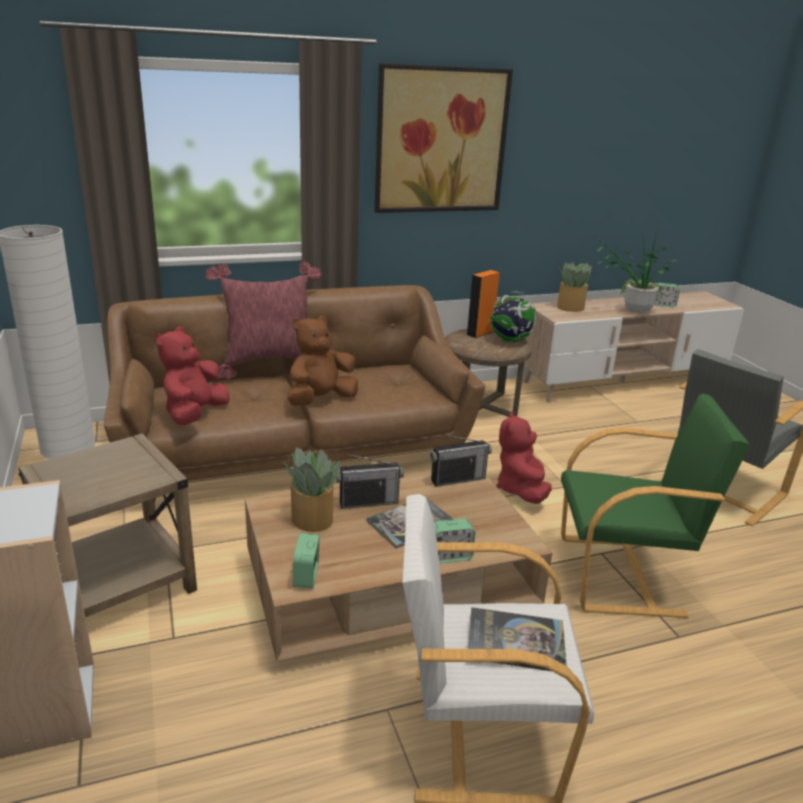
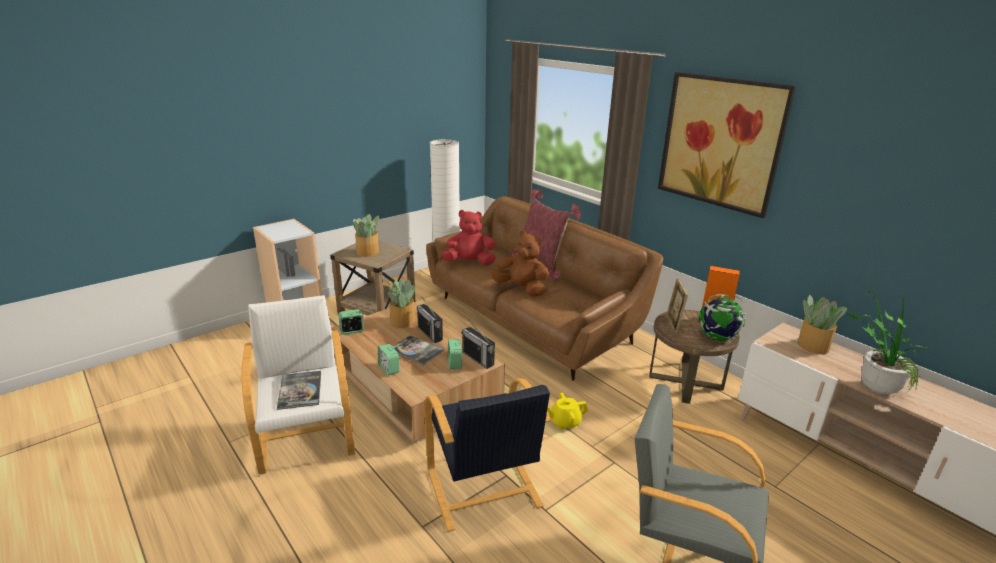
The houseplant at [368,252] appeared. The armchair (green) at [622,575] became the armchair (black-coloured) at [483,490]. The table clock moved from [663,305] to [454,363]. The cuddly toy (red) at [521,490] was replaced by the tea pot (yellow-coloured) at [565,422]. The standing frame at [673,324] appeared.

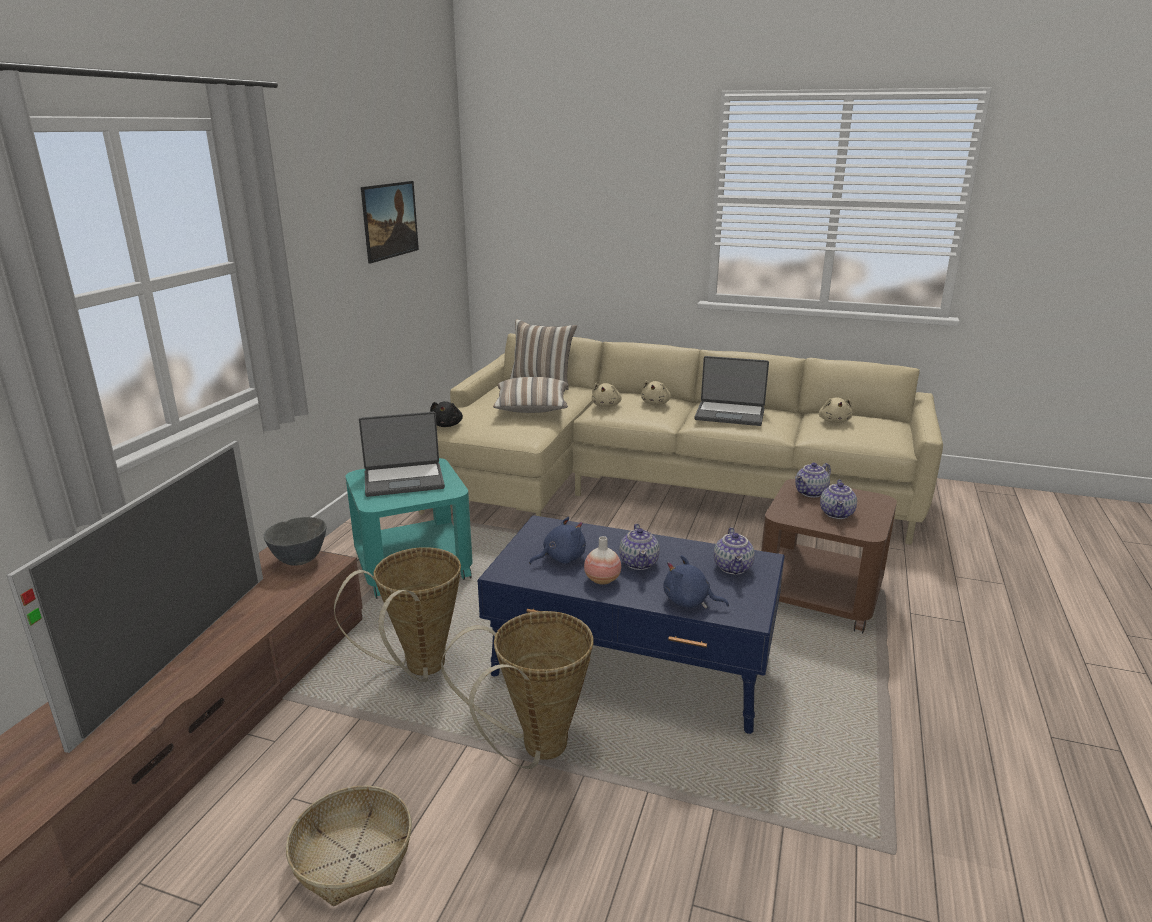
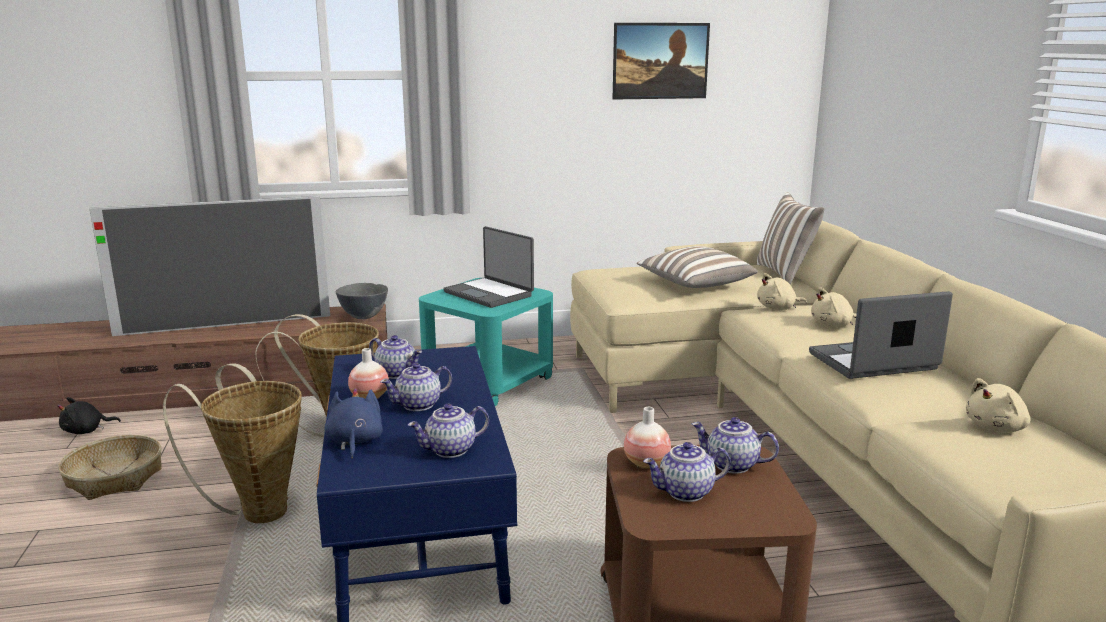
The cuddly toy (black-coloured) moved from [447,425] to [86,431]. The cuddly toy (bluish) at [561,558] was replaced by the tea pot at [397,373]. The decorative vase at [646,463] appeared. The notebook computer at [730,414] turned 90 degrees clockwise.

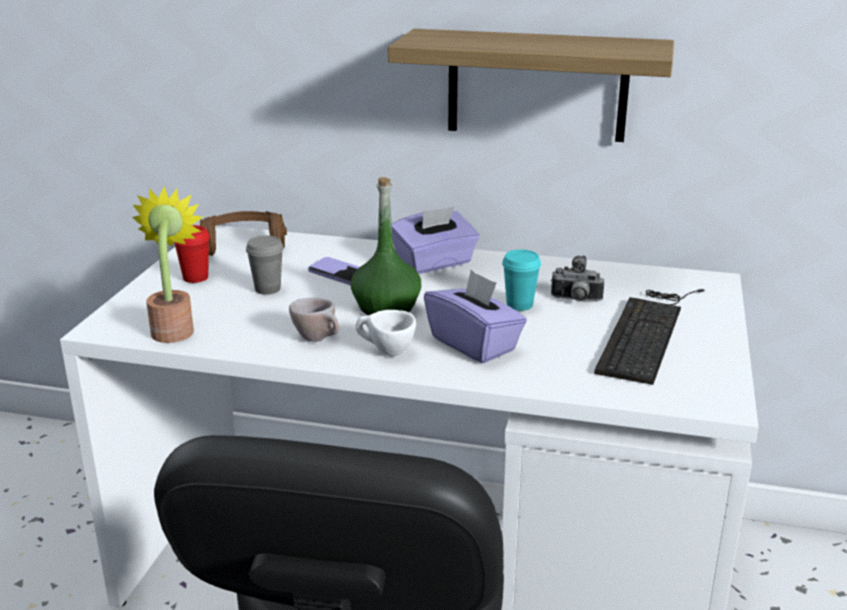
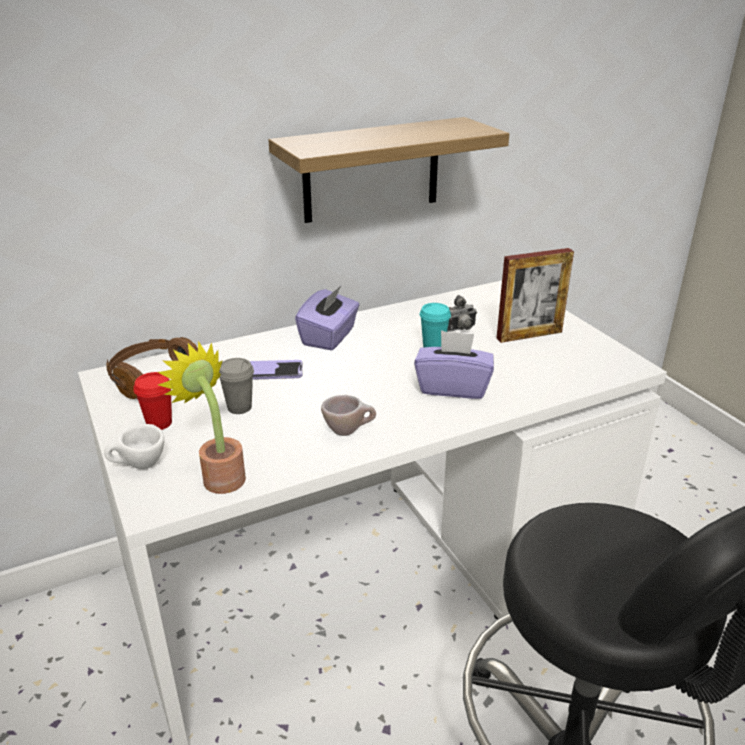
The cup (white) moved from [385,352] to [139,466]. The computer keyboard at [647,331] was replaced by the standing frame at [529,335]. The beverage bottle (green) at [386,307] disappeared.

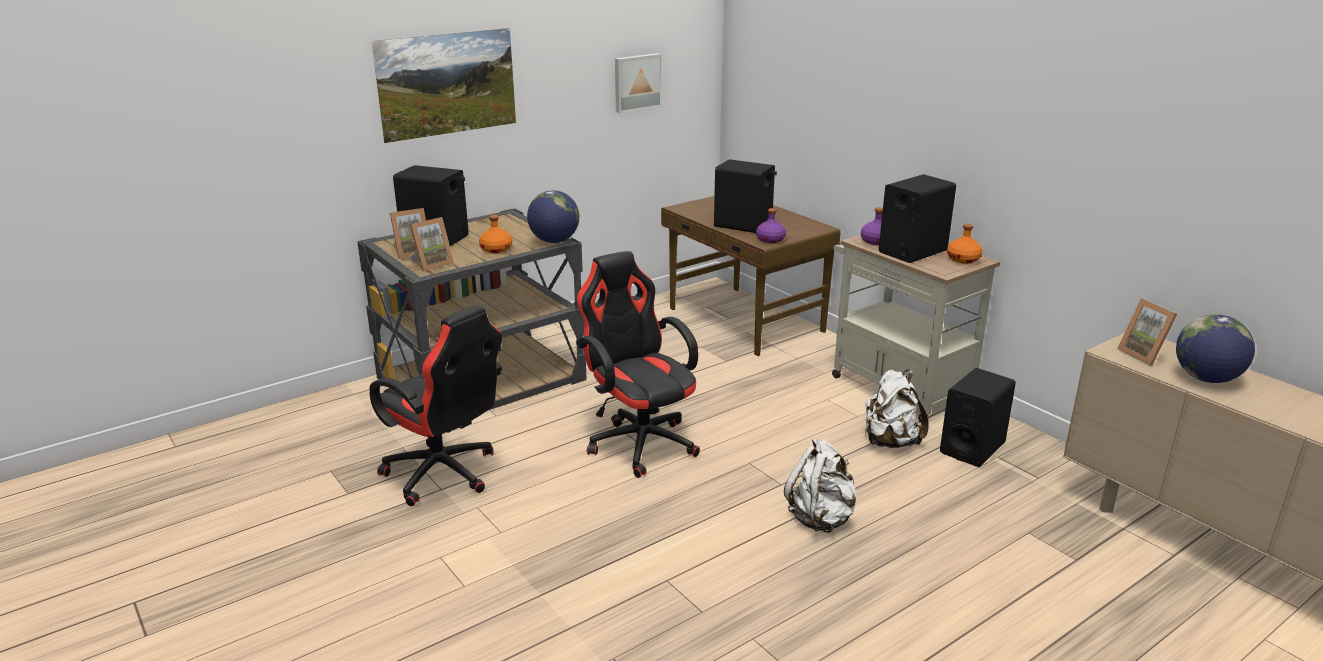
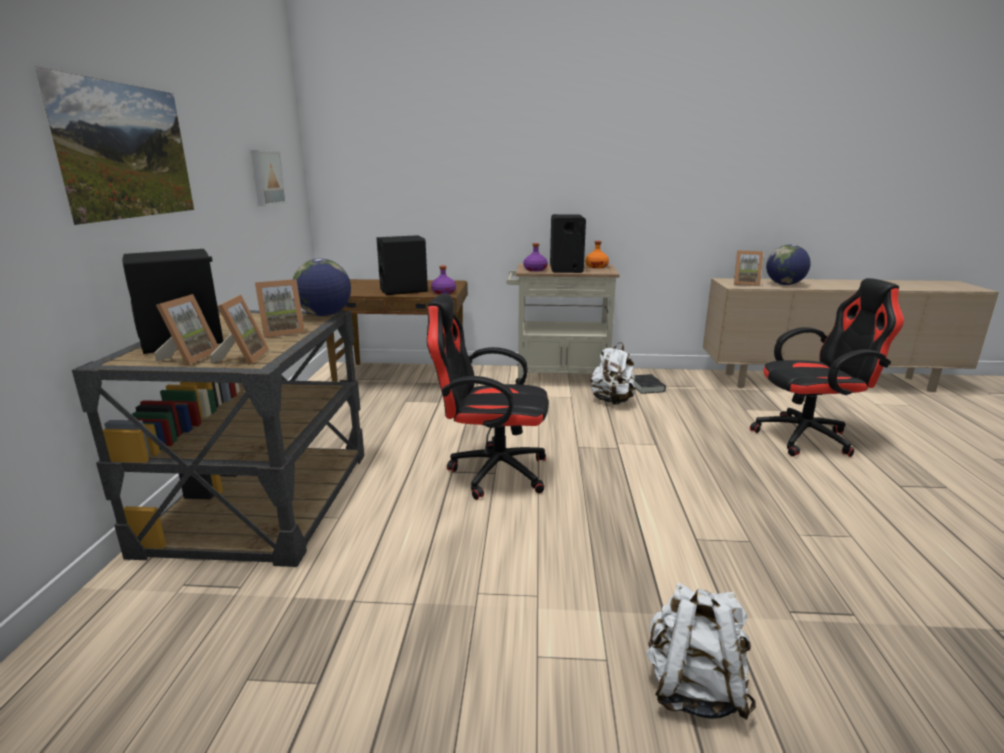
The beverage bottle (orange-coloured) at [496,249] was replaced by the standing frame at [282,332]. The speaker (black-coloured) at [972,448] was replaced by the book (black-coloured) at [646,387]. The backpack (white) moved from [821,518] to [693,688]. The desk chair (black-coloured) moved from [445,477] to [810,438].

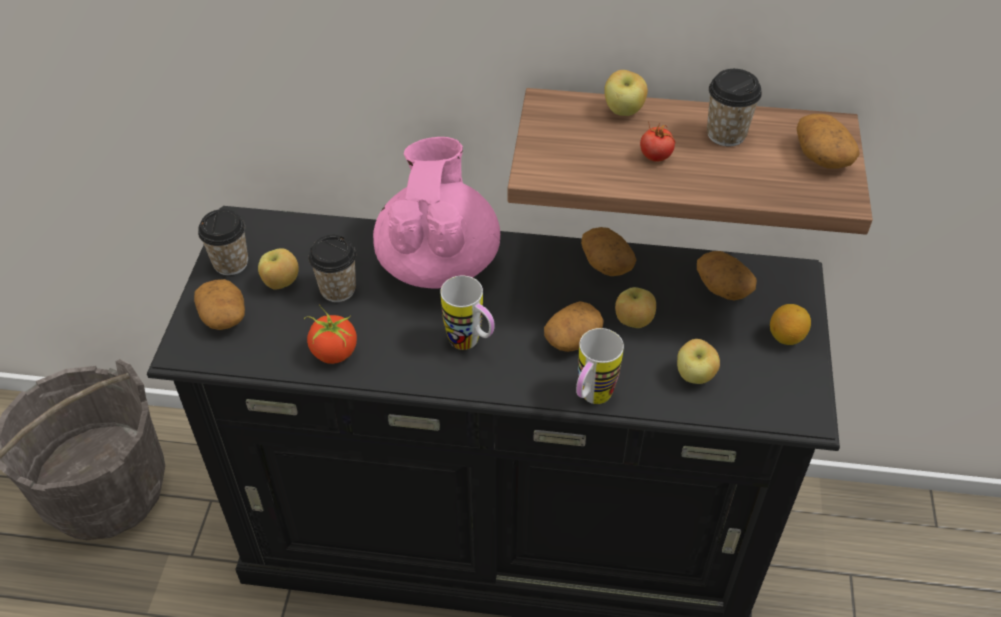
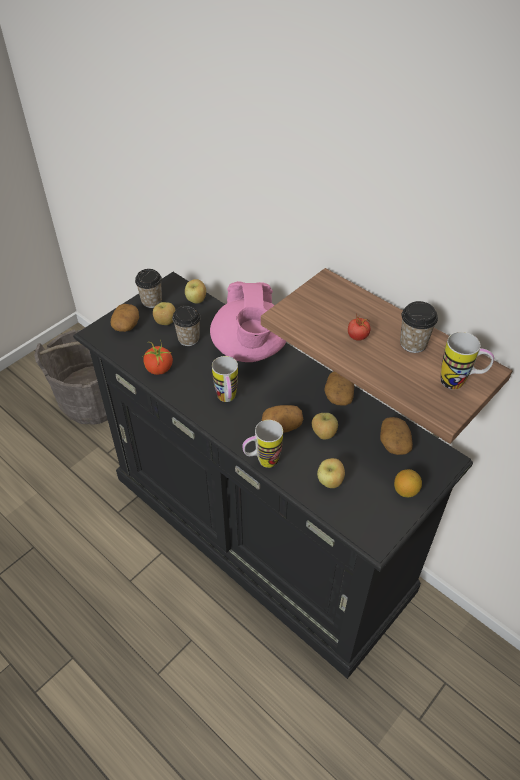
The whole apple moved from [623,111] to [196,300]. The tea pot (pink) at [438,262] turned 135 degrees clockwise. The whole potato at [821,156] was replaced by the tea mug at [459,383].

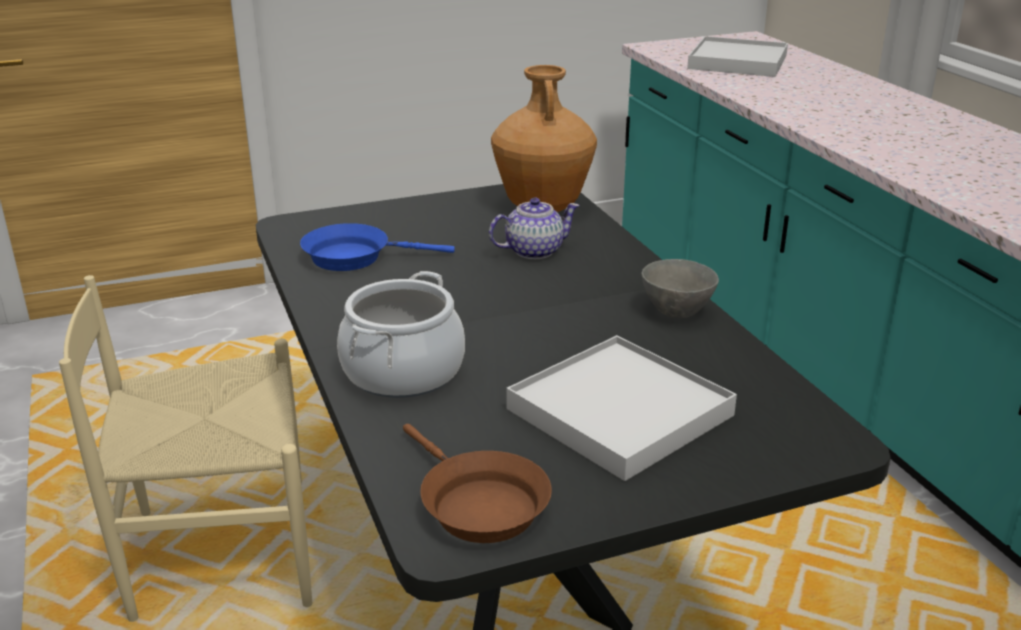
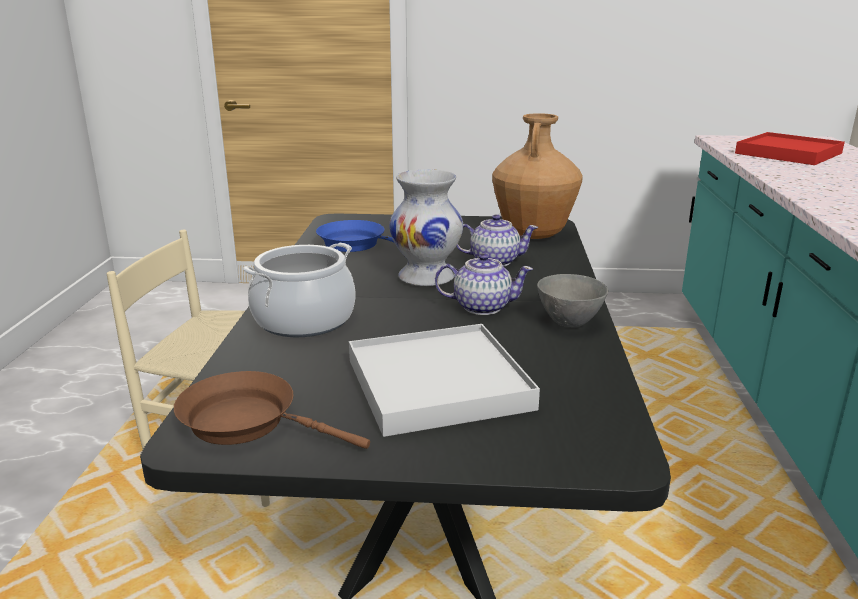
The pan (brown-coloured) at [477,505] turned 120 degrees clockwise. The decorative vase (white) at [425,277] appeared. The tea pot at [481,307] appeared. The tray (white) at [737,62] became the tray (red) at [788,153].

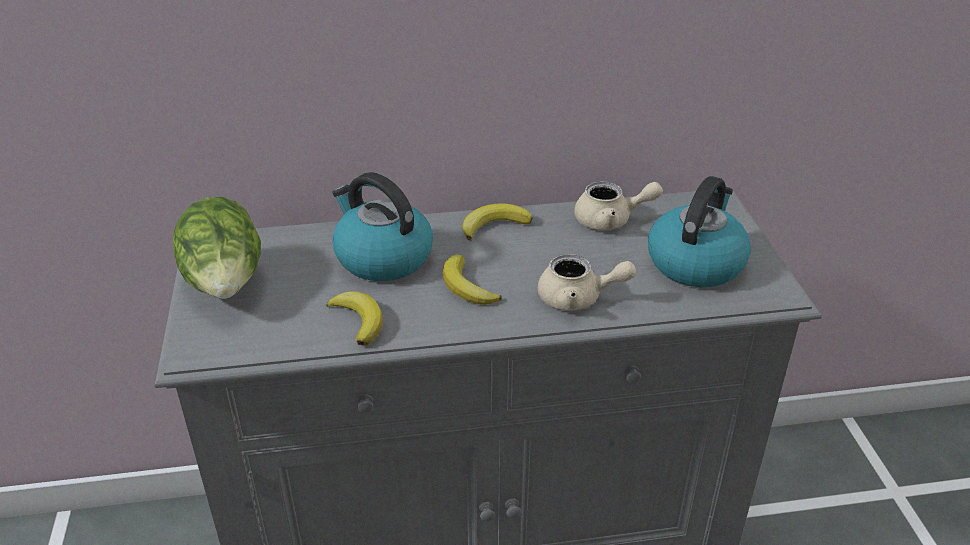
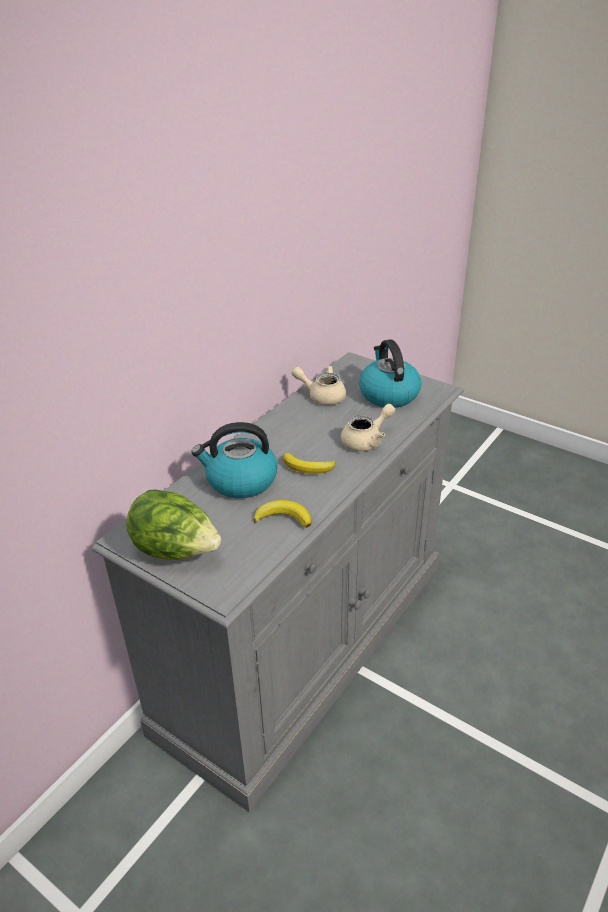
The tea pot (beige) at [611,220] turned 120 degrees counterclockwise. The whole banana at [494,225] disappeared.

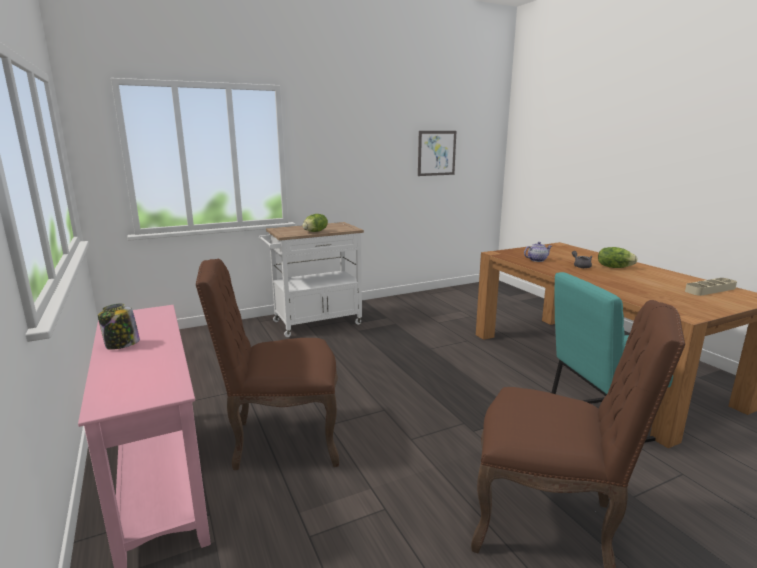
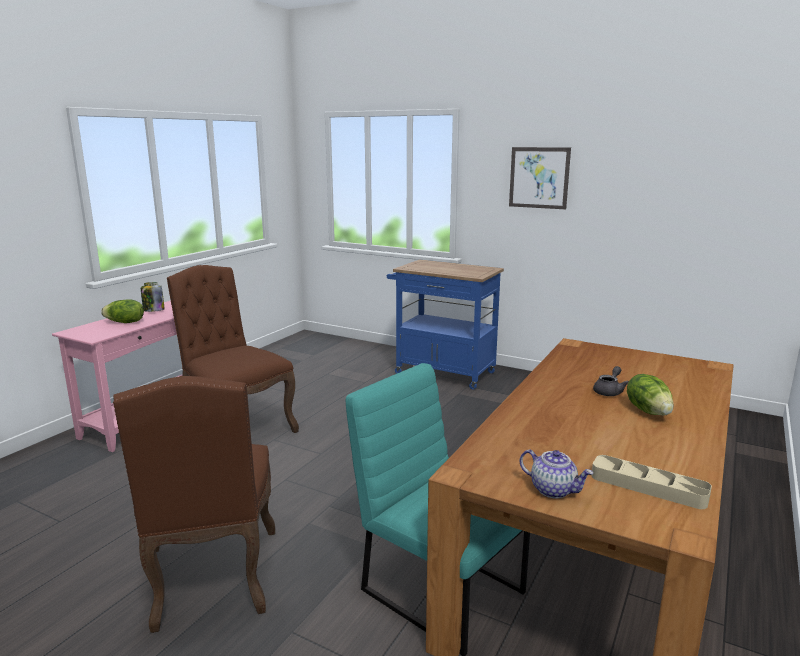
The lettuce head moved from [315,231] to [125,322]. The cart (white) at [314,323] became the cart (bluish) at [442,372]. The wall picture moved from [436,153] to [539,177]. The tea pot moved from [537,260] to [553,490].

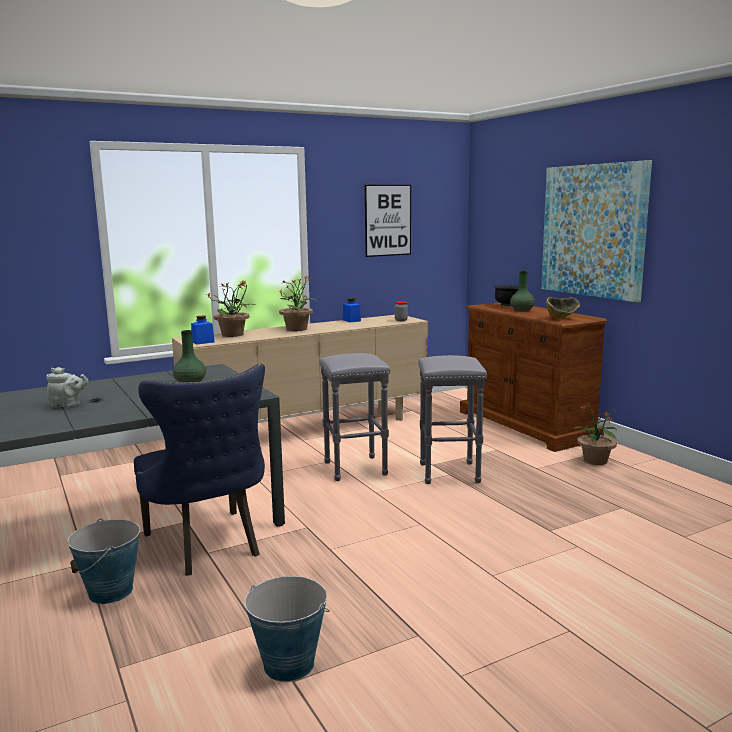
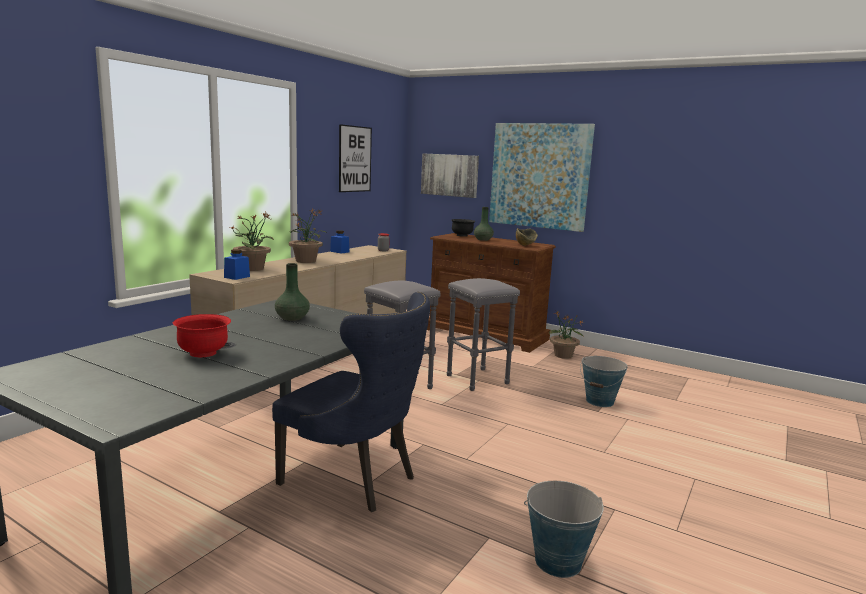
The tea pot (gray) at [68,405] was replaced by the serving bowl (red) at [203,353]. The wall picture at [449,175] appeared. The pail moved from [110,592] to [600,401].

